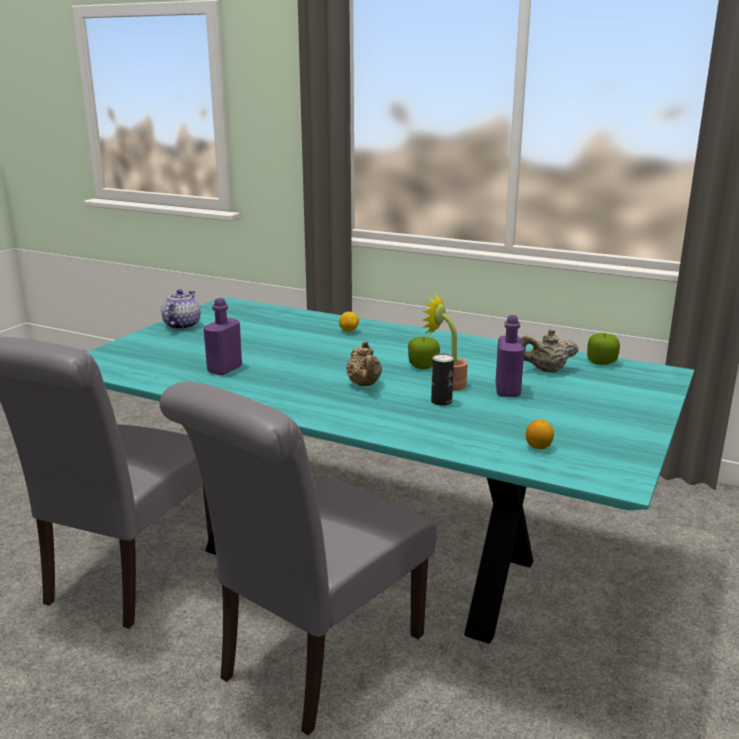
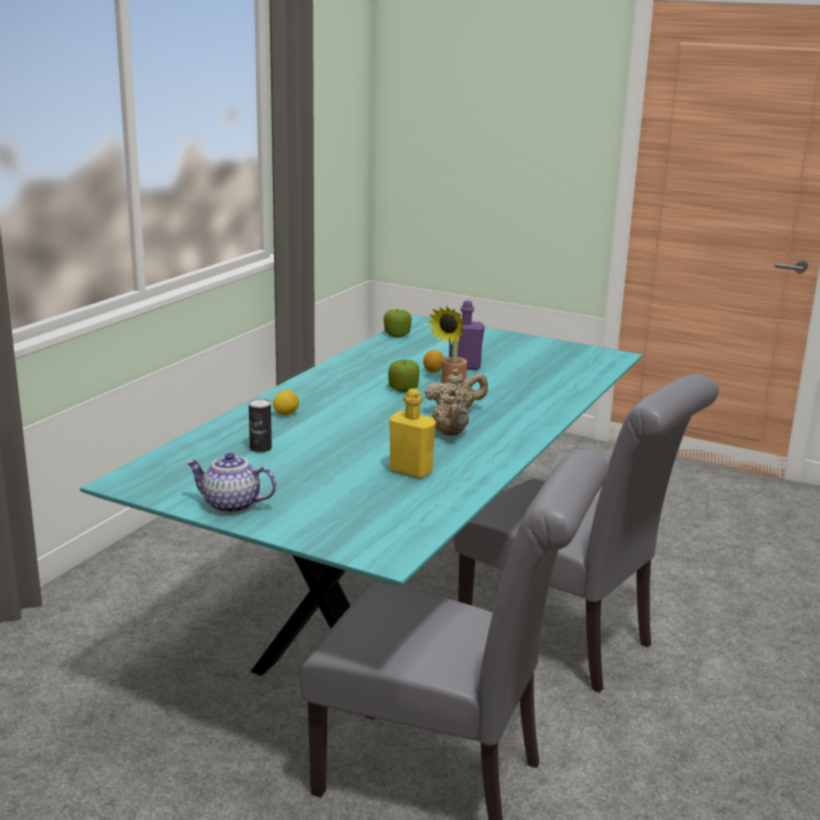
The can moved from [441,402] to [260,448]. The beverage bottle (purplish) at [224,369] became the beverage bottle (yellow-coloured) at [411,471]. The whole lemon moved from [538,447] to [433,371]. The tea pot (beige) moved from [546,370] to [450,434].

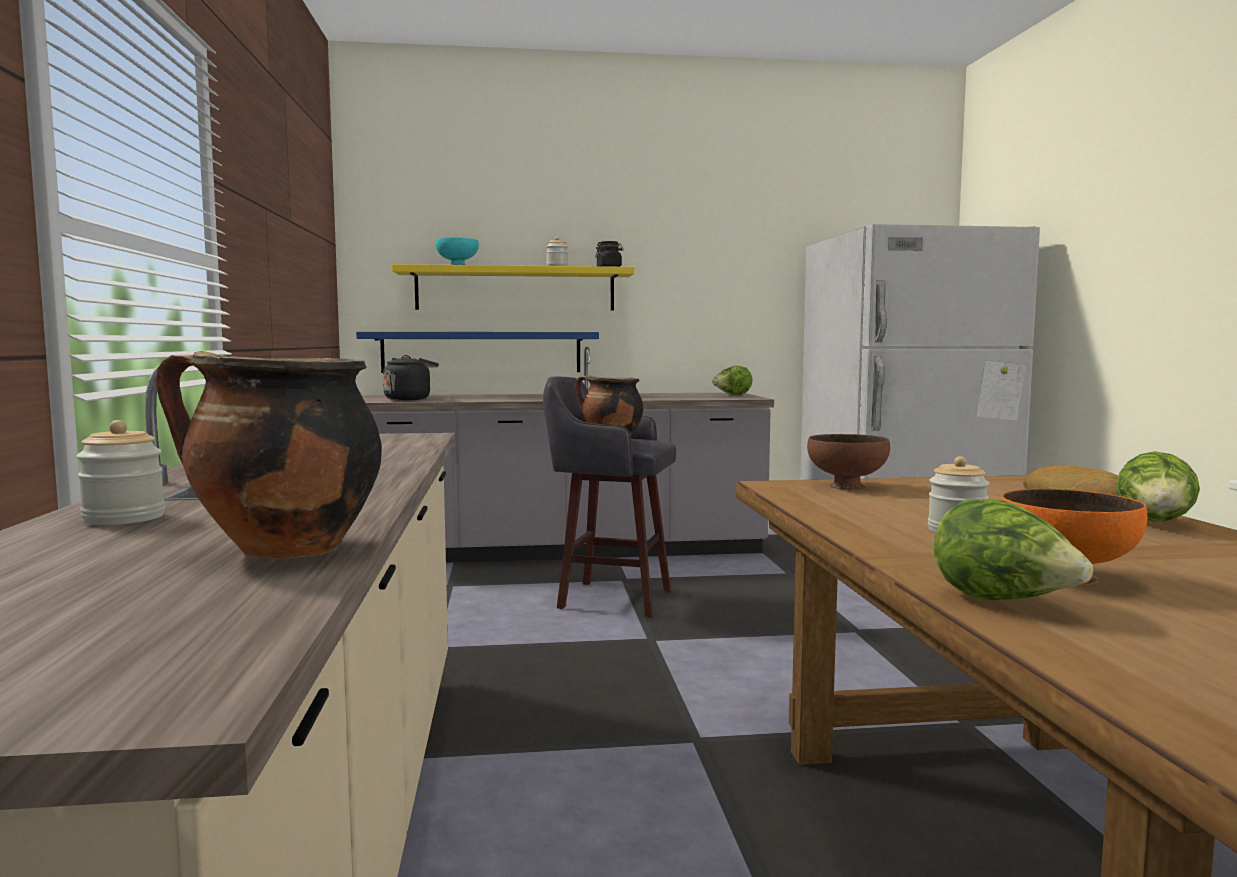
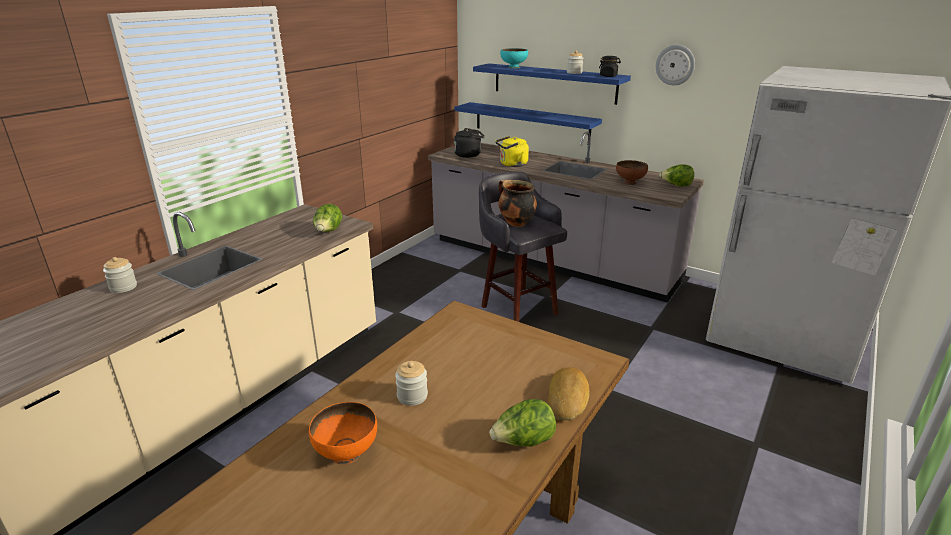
The lettuce head moved from [1003,602] to [328,232]. The wall shelf (yellow-coloured) at [515,289] became the wall shelf (bluish) at [554,83]. The tea kettle (yellow-coloured) at [512,164] appeared. The serving bowl (brown-coloured) moved from [847,486] to [630,182]. The wall clock at [675,65] appeared. The cooking pot at [284,550] disappeared.

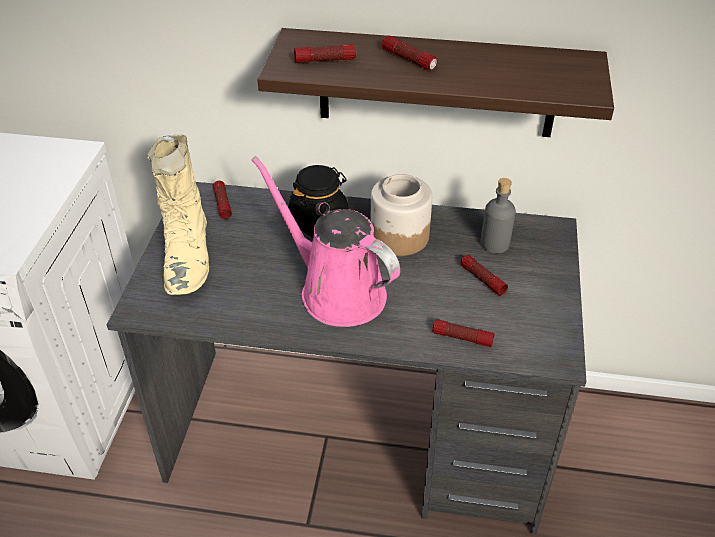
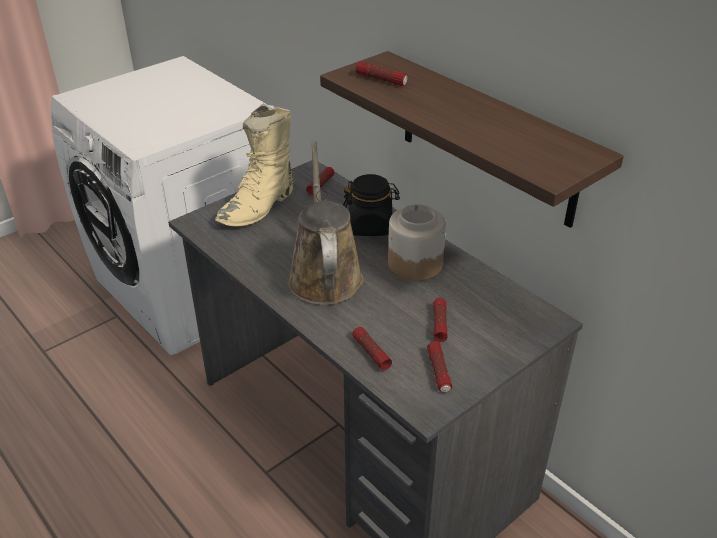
The sprinkling can (pink) at [336,291] became the sprinkling can (brown-coloured) at [324,275]. The hand torch moved from [409,60] to [439,372]. The beverage bottle (gray) at [494,244] disappeared.

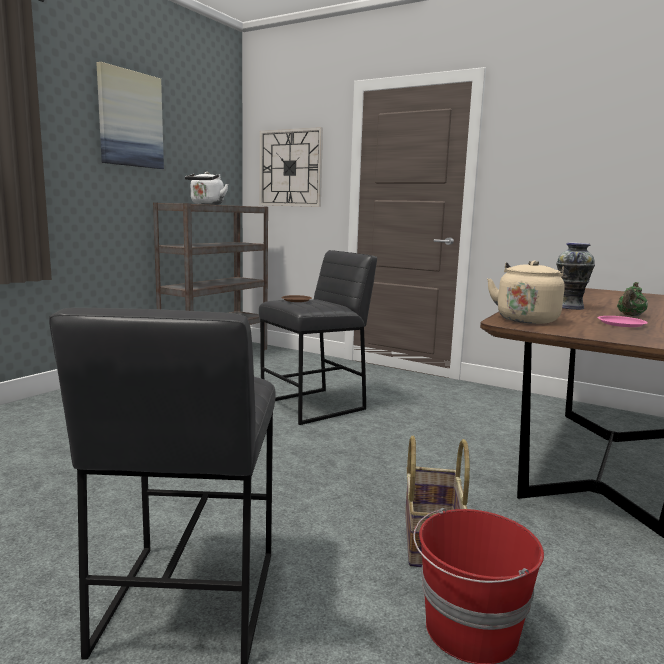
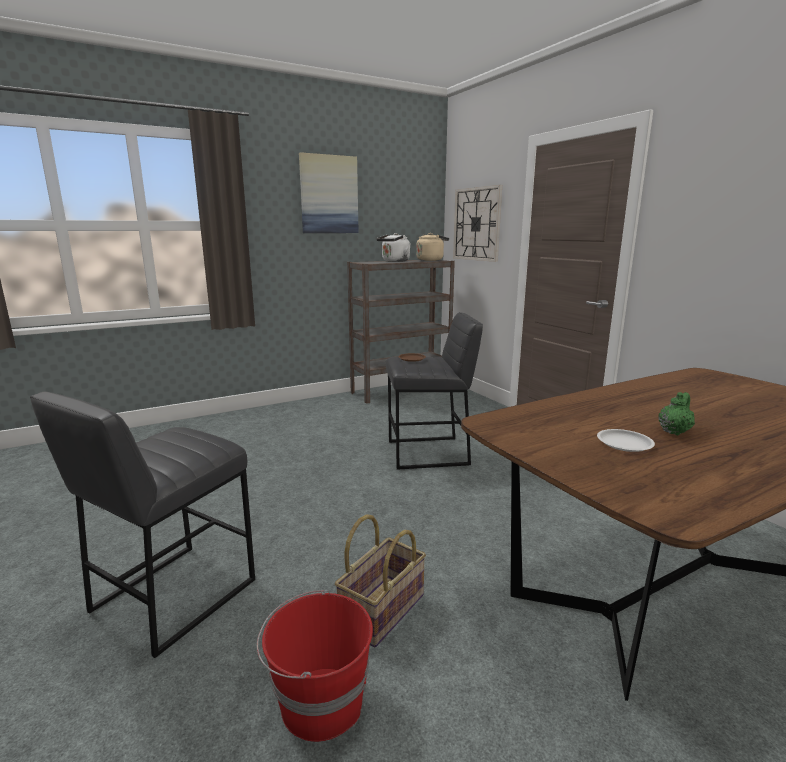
The tea kettle (beige) moved from [527,319] to [431,260]. The flat dish (pink) at [621,324] became the flat dish (white) at [624,444]. The tea pot (green) at [630,316] turned 150 degrees clockwise. The decorative vase at [571,307] disappeared.

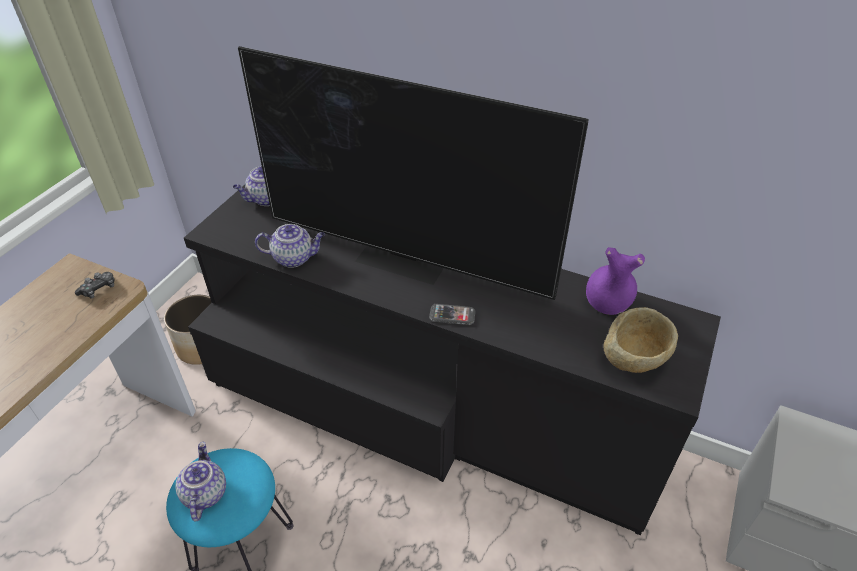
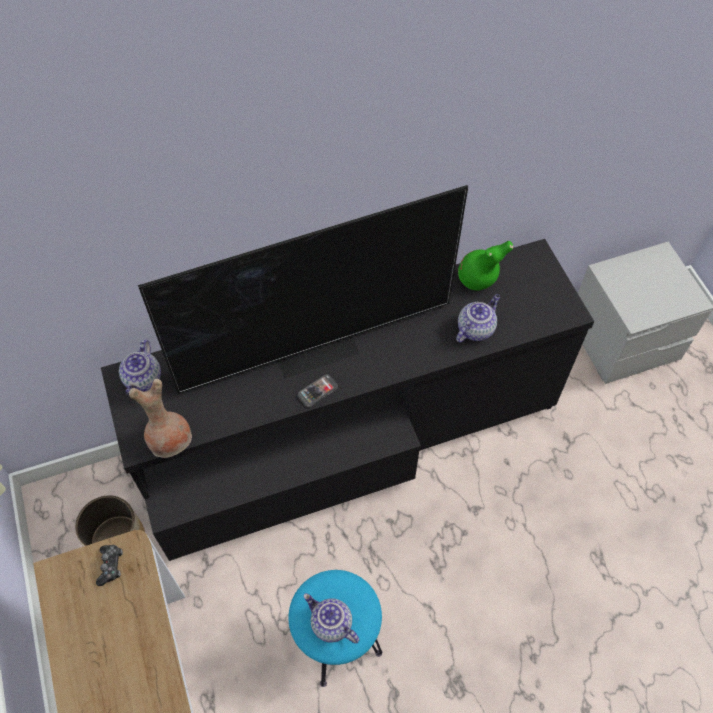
The decorative vase (brown-coloured) at [170,440] appeared. The handset moved from [452,315] to [317,391]. The tea pot moved from [294,258] to [475,328]. The decorative vase (purplish) at [606,304] became the decorative vase (green) at [477,280]. The serving bowl (beige) at [633,362] disappeared.

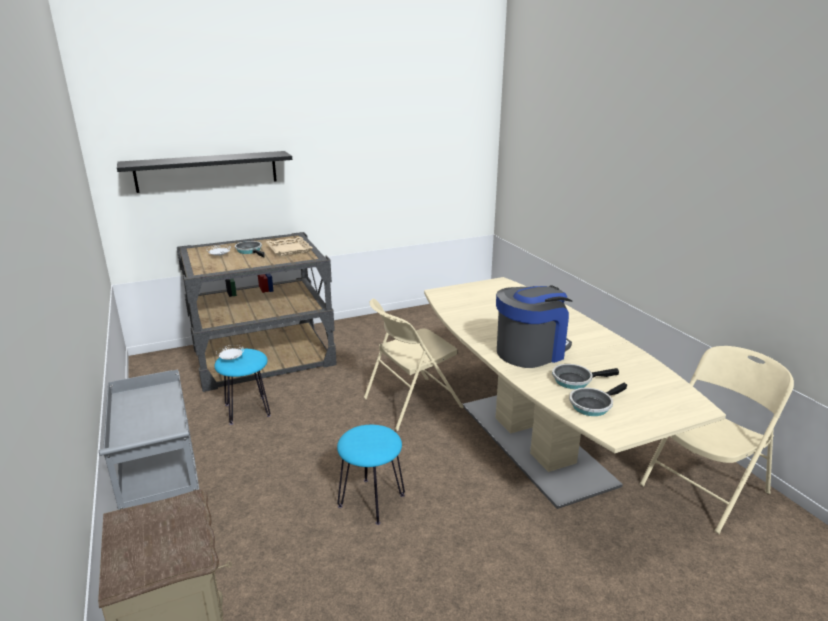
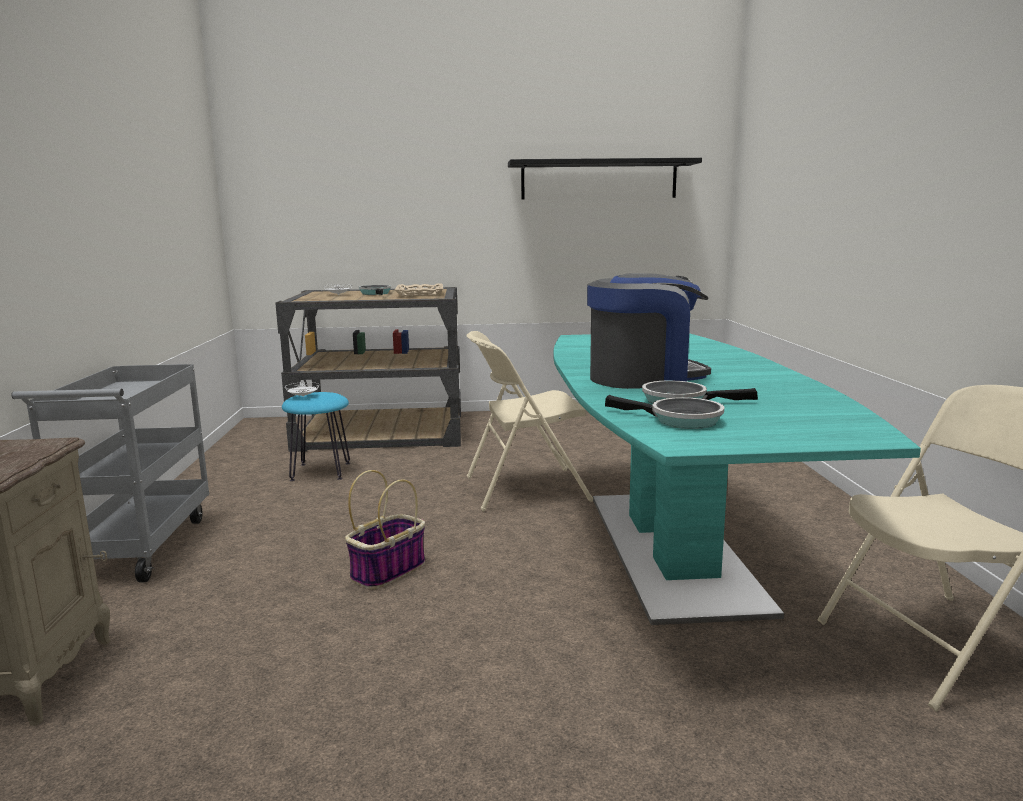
The stool (turquoise) at [371,500] was replaced by the household basket at [388,570]. The wall shelf (black-coloured) moved from [207,171] to [599,180]. The dinner table (beige) at [533,442] became the dinner table (turquoise) at [671,548]. The pan at [592,405] turned 135 degrees counterclockwise.

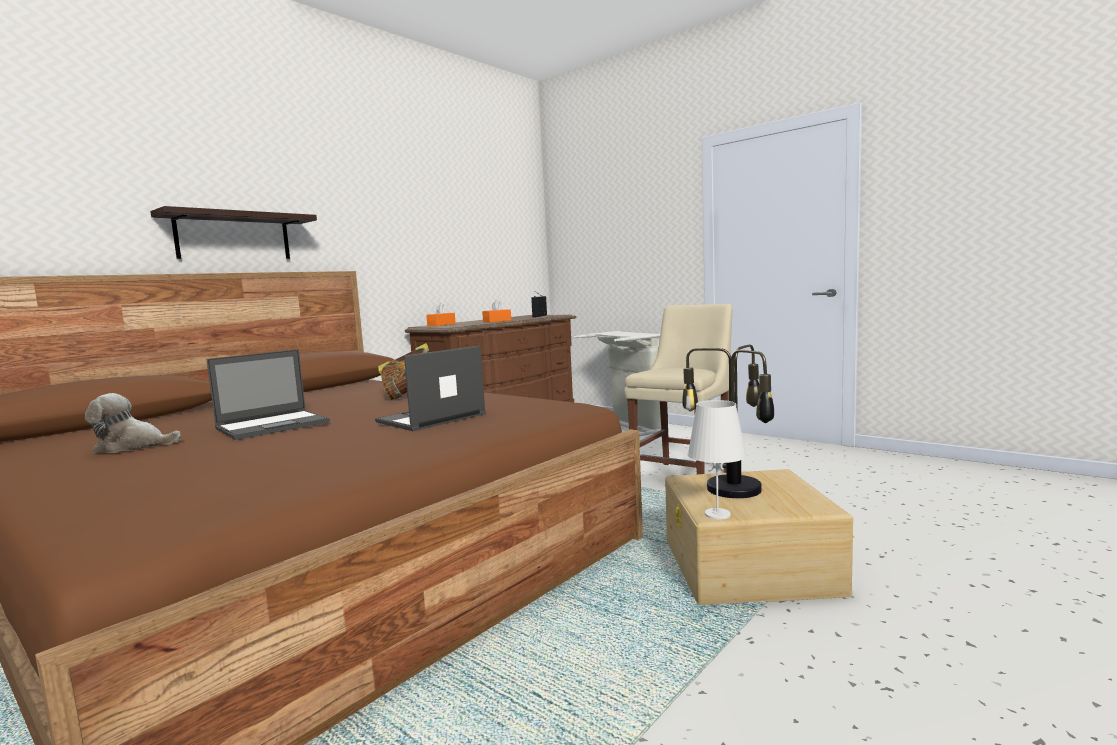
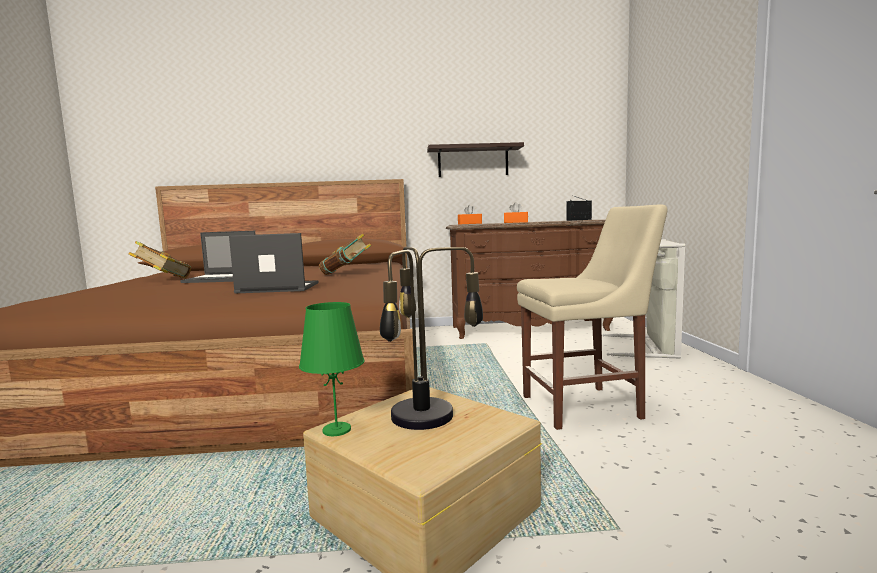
The cuddly toy at [132,446] was replaced by the book at [163,279]. The table lamp (white) at [717,514] became the table lamp (green) at [337,429]. The wall shelf moved from [234,237] to [473,161].

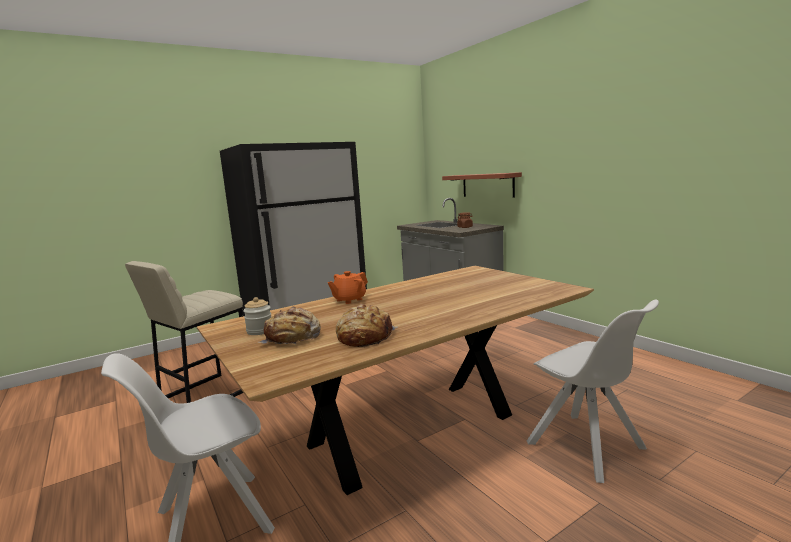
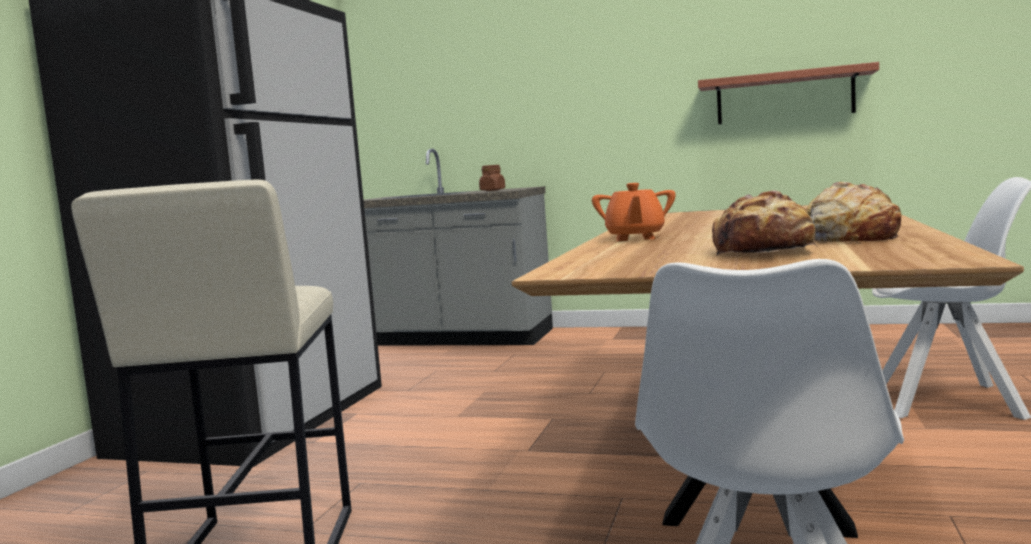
The wall shelf moved from [487,185] to [784,97]. The preserve jar at [260,331] disappeared.

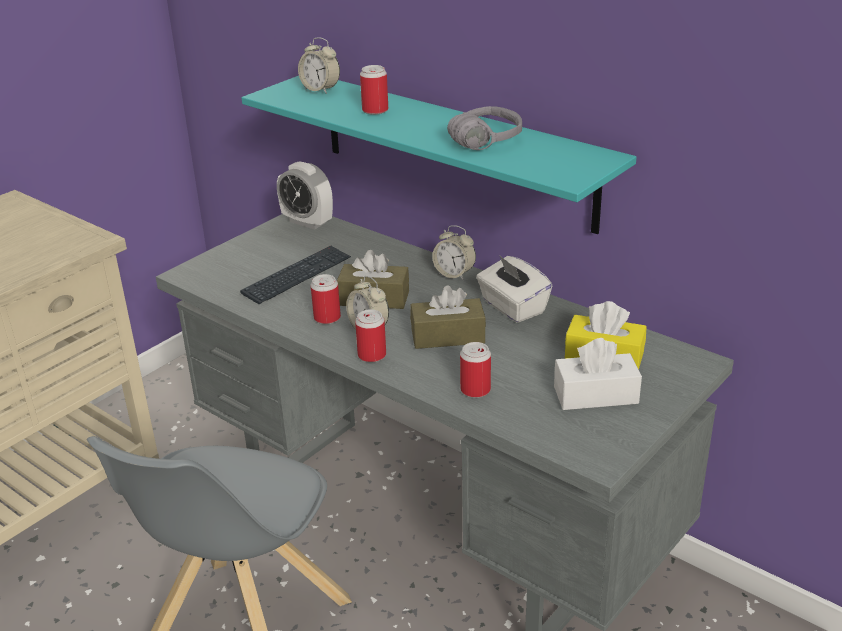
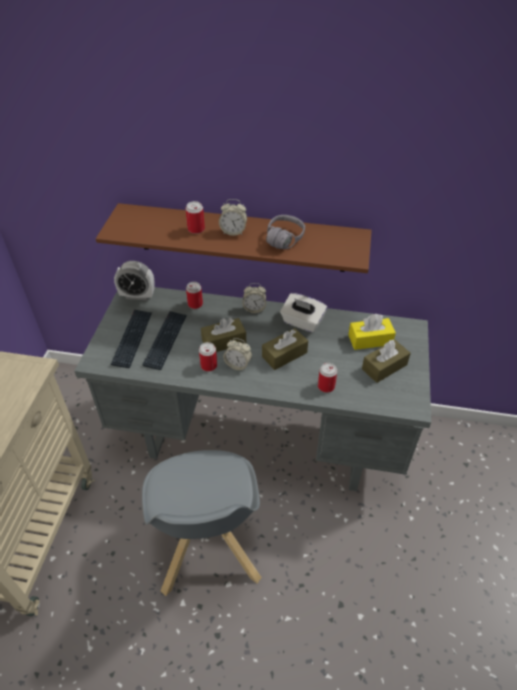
The wall shelf (turquoise) at [454,149] became the wall shelf (brown-coloured) at [241,238]. The computer keyboard at [132,338] appeared. The can moved from [372,355] to [195,304]. The table clock moved from [320,90] to [233,232]. The tissue box (white) at [595,395] became the tissue box (brown-coloured) at [384,367].

